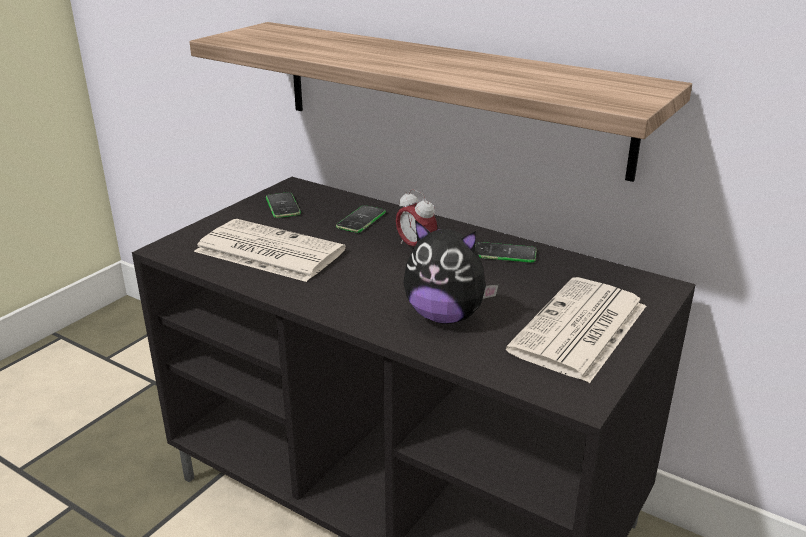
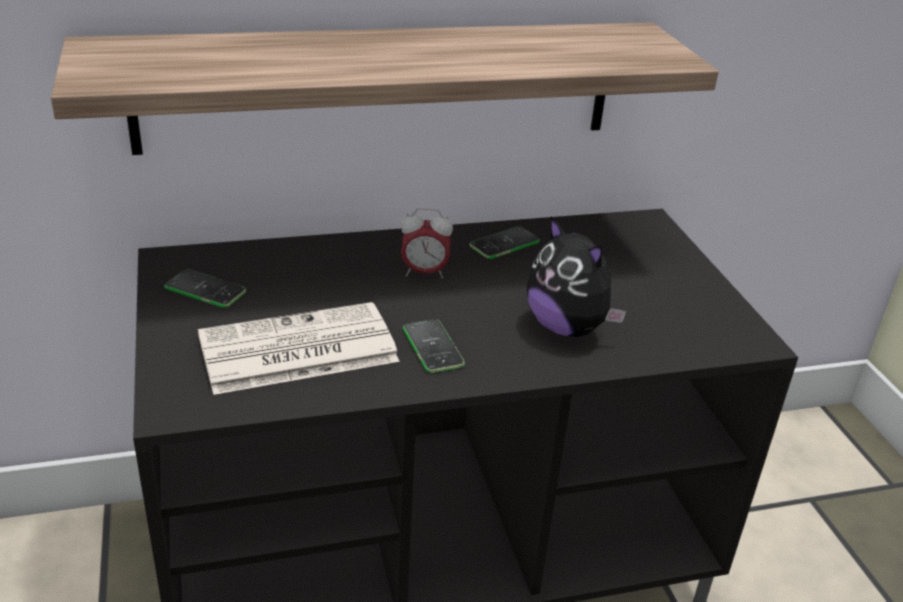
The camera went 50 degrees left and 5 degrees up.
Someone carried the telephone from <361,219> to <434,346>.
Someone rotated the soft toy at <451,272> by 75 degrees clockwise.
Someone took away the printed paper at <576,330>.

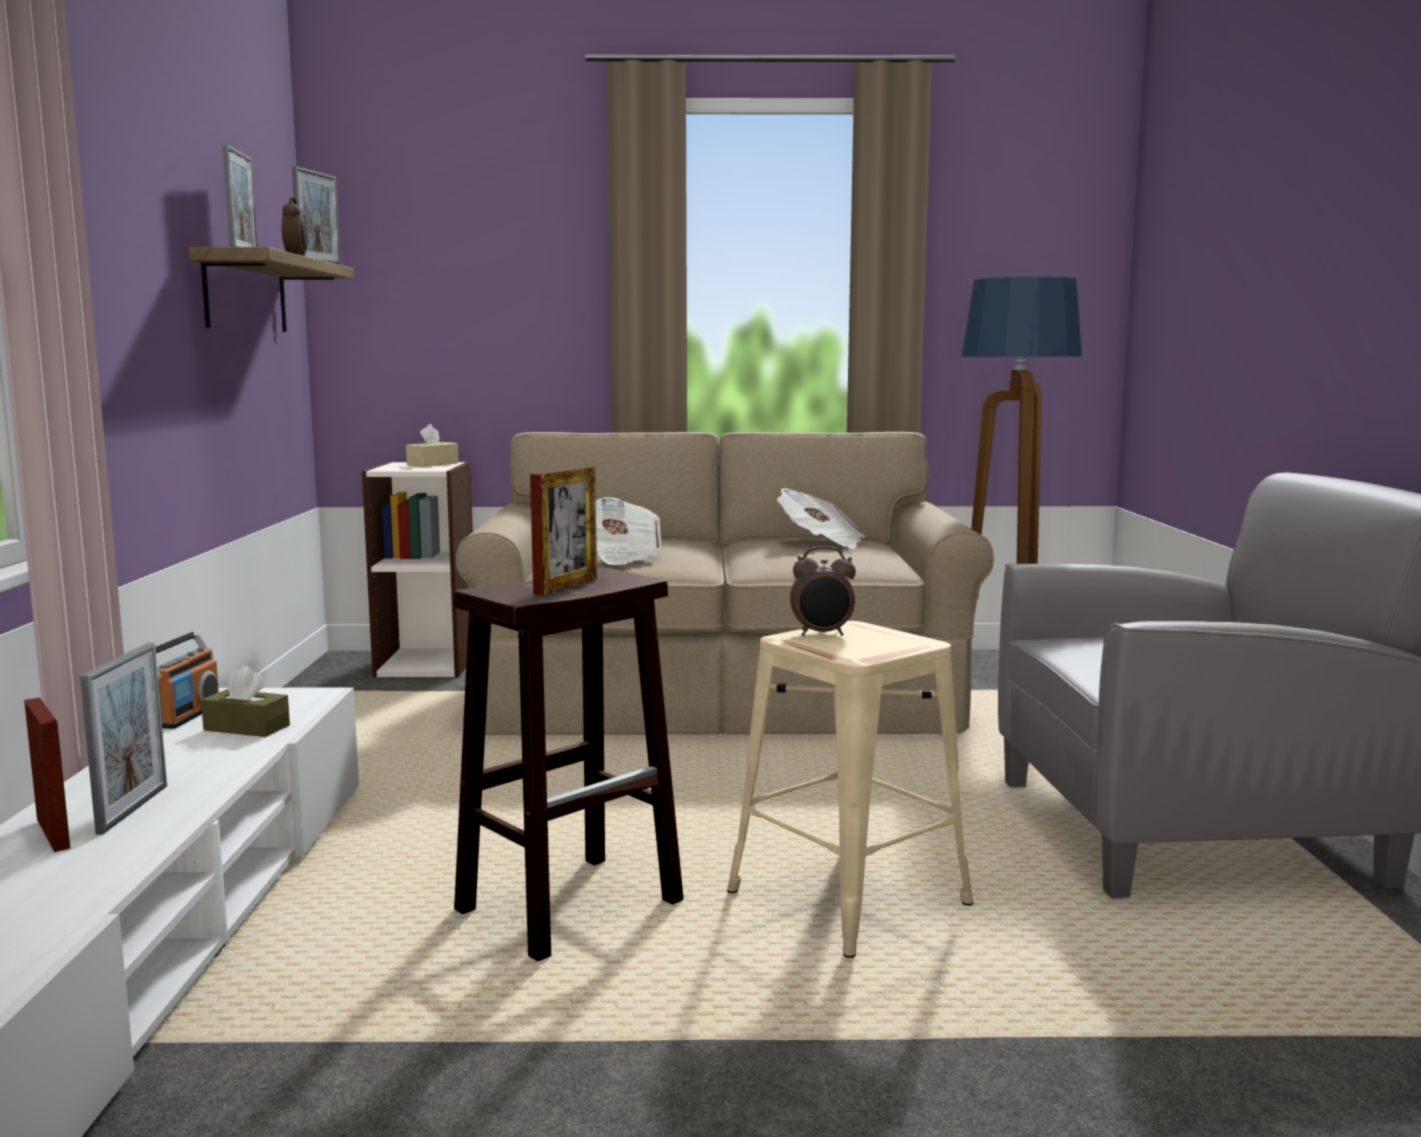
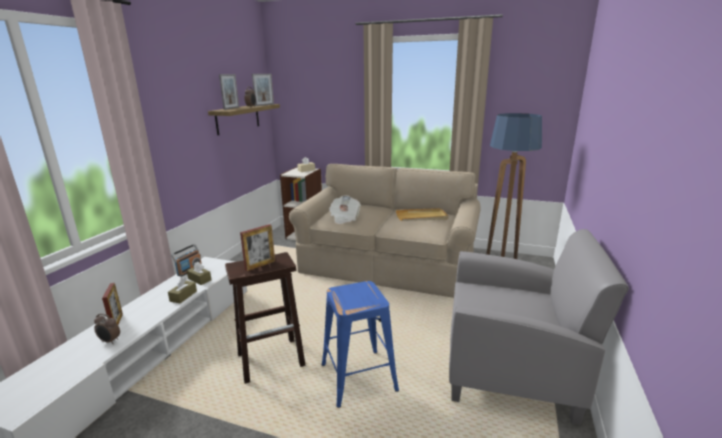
The camera went 20 degrees right and 10 degrees up.
Someone took away the picture frame at <123,738>.
Someone repainted the stool in beige-coloured at <850,789>, which became the stool in blue at <360,344>.
Someone swapped the printed paper at <821,518> for the tray in beige-coloured at <422,214>.
Someone carried the table clock from <823,591> to <107,328>.
Someone put down the box of tissues in brownish at <182,290>.

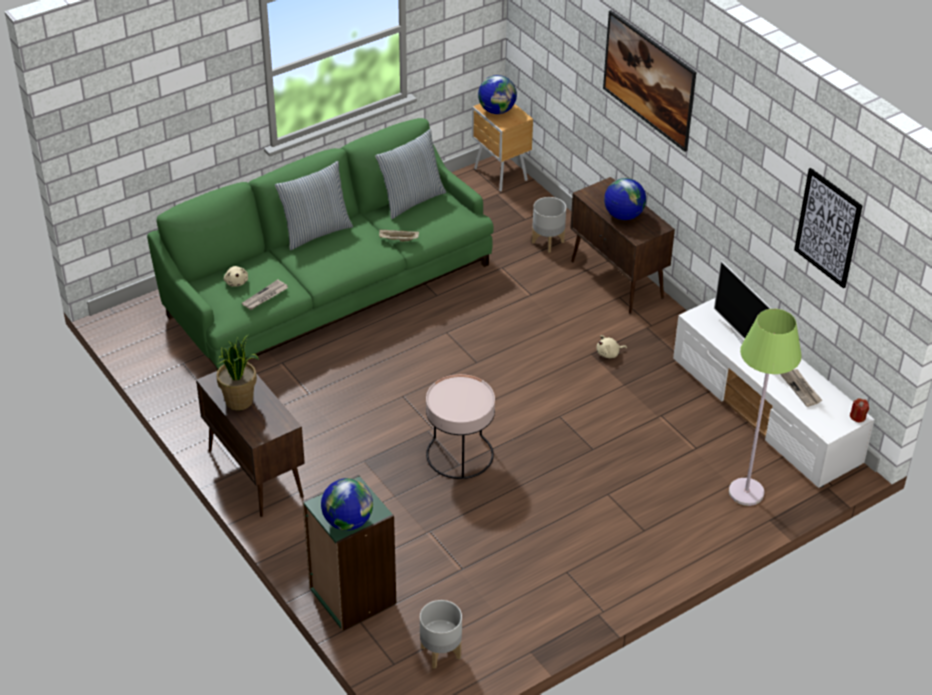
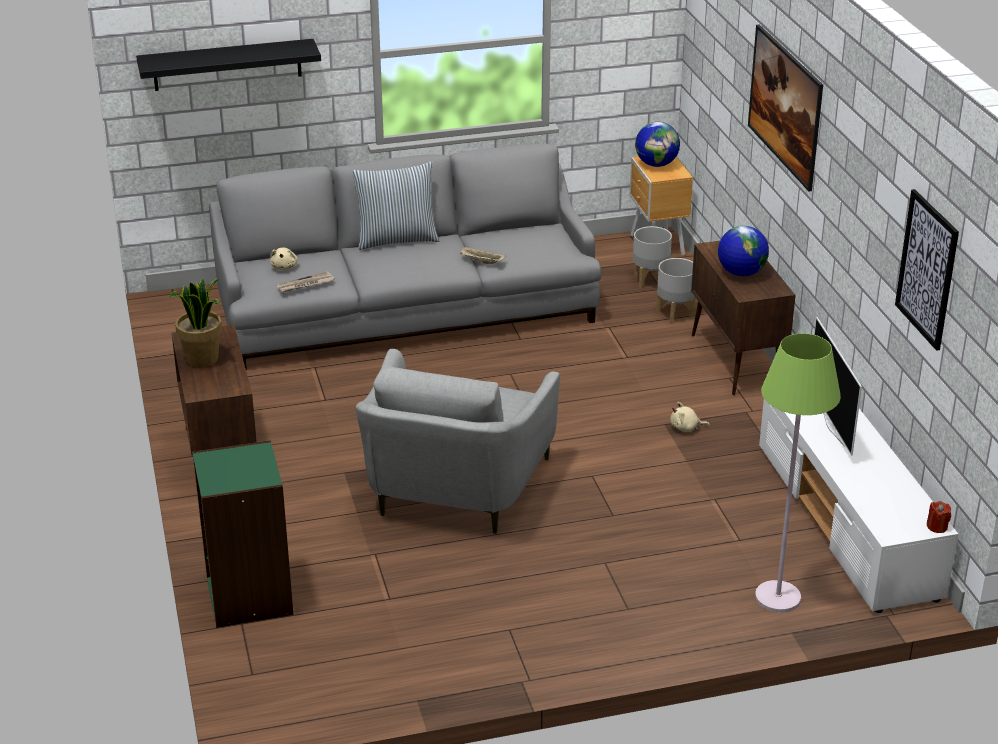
The camera went 20 degrees right and 10 degrees down.
Someone repainted the settee in green-coloured at <320,244>, which became the settee in grey at <405,257>.
Someone took away the globe at <347,504>.
Someone took away the throw pillow at <410,174>.
Someone carried the planter in grey from <441,634> to <652,257>.
Someone swapped the accent table in pinkish at <460,426> for the lounge chair in grey at <457,441>.
Someone took away the printed paper at <801,388>.
Someone put up the wall shelf in black-coloured at <228,65>.

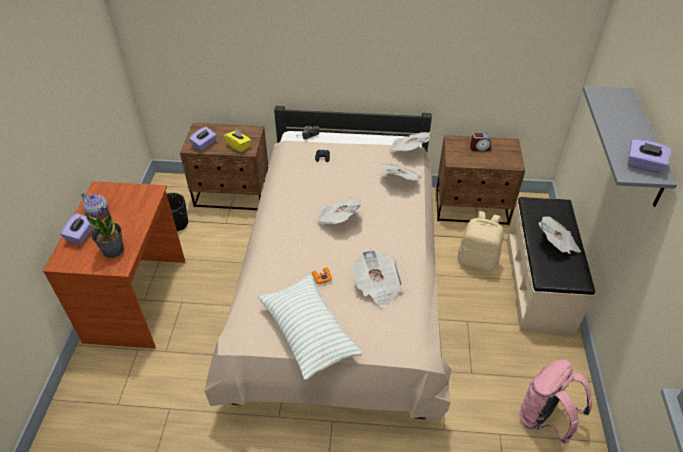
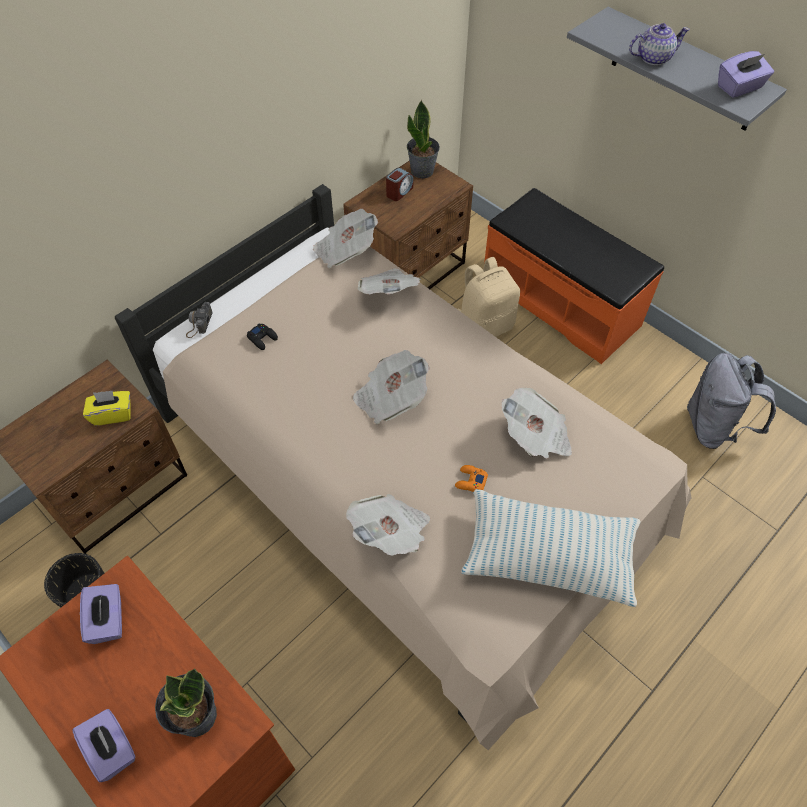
The camera went 50 degrees left and 10 degrees up.
Someone carried the teapot from <94,205> to <659,44>.
Someone carried the box of tissues in purple from <202,139> to <101,614>.
Someone repainted the indoor bench in beige-coloured at <550,265>, which became the indoor bench in orange-coloured at <574,276>.
Someone repainted the knapsack in pinkish at <556,402>, which became the knapsack in grey at <731,401>.
Someone carried the printed paper from <560,235> to <388,525>.
Someone put down the houseplant at <423,139>.

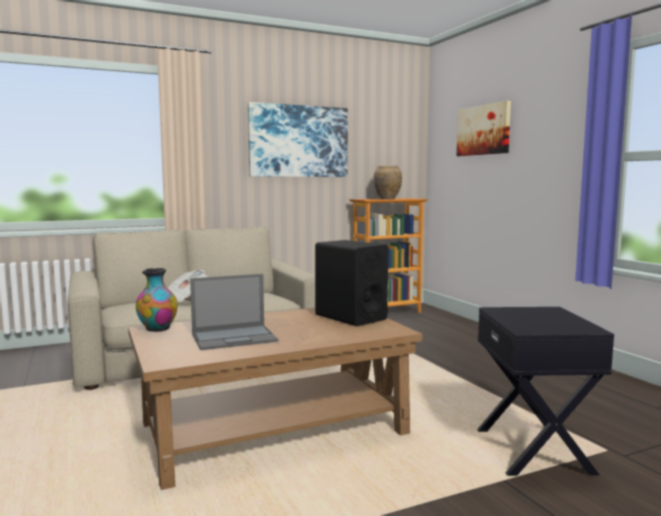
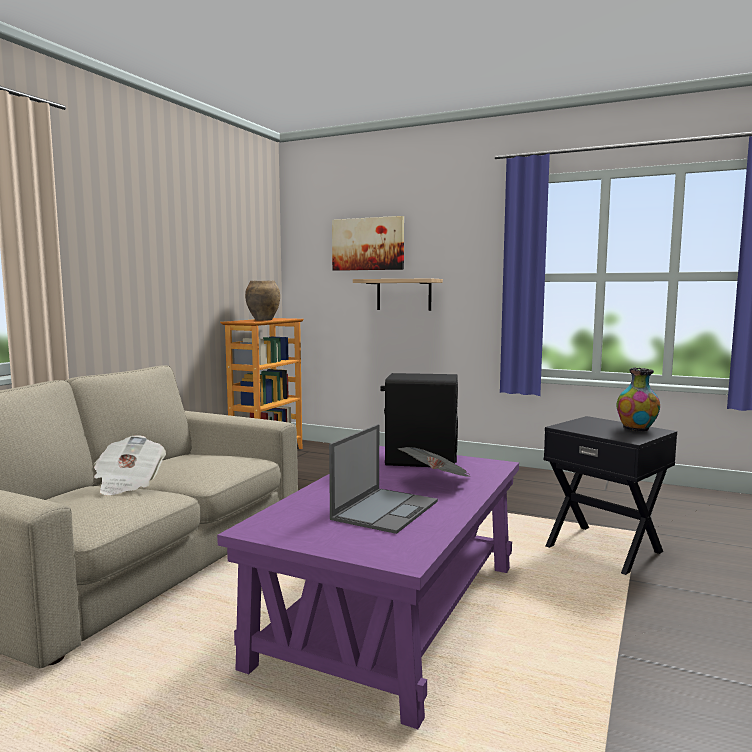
The camera went 40 degrees left and 0 degrees up.
Someone repainted the lounge table in brownish at <275,399>, which became the lounge table in purple at <368,587>.
Someone carried the flower vase from <157,300> to <638,399>.
Someone took away the picture at <298,139>.
Someone put up the wall shelf at <398,294>.
Someone put down the printed paper at <433,461>.

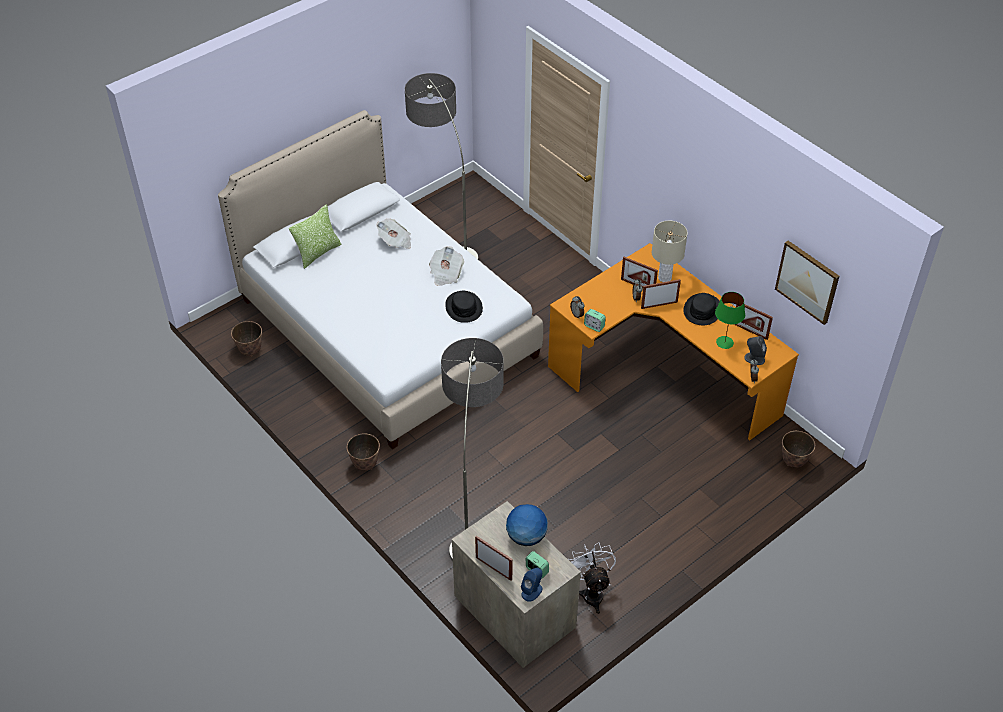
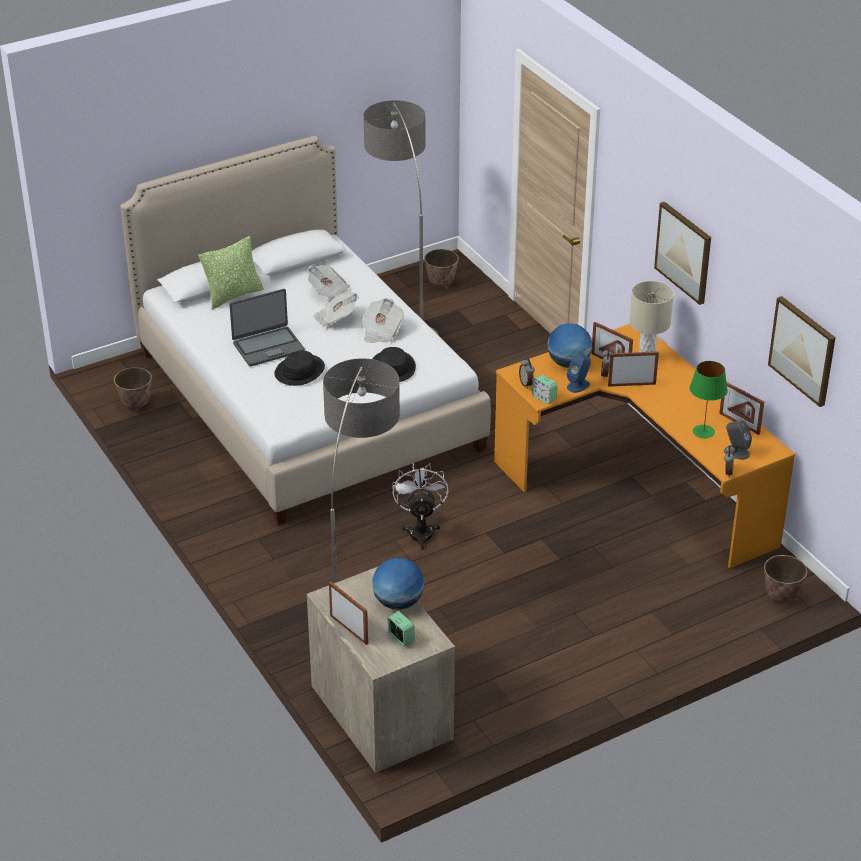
The camera went 10 degrees right and 10 degrees down.
Someone carried the planter from <363,452> to <441,269>.
Someone carried the speaker in blue from <531,584> to <579,373>.
Someone carried the cooling fan in whitish from <592,578> to <420,506>.
Someone carried the hat in black-coloured from <702,309> to <299,368>.
Someone put down the laptop at <267,327>.
Someone put down the printed paper at <336,309>.
Someone put down the globe at <570,345>.
Someone put up the picture at <682,253>.

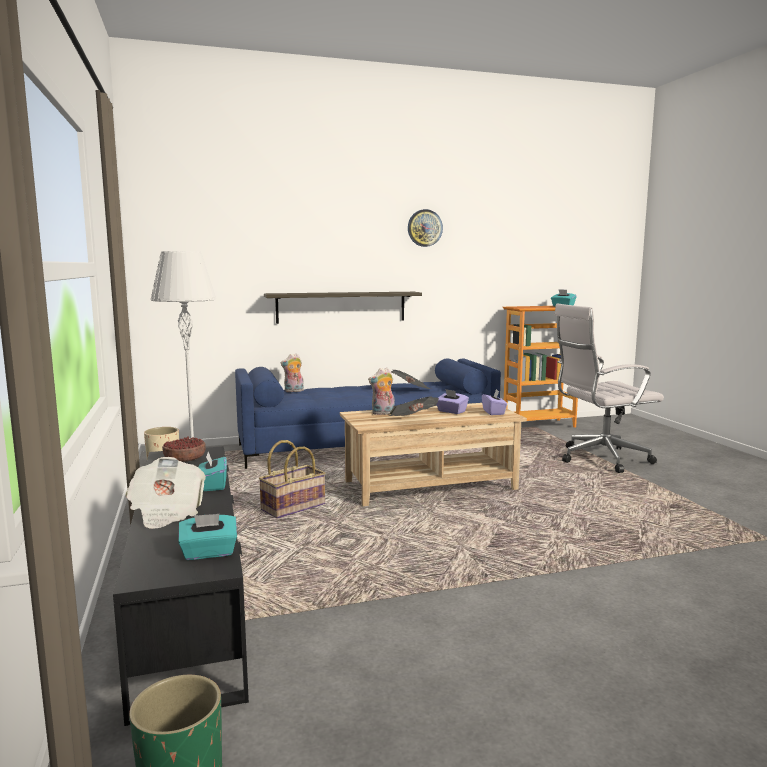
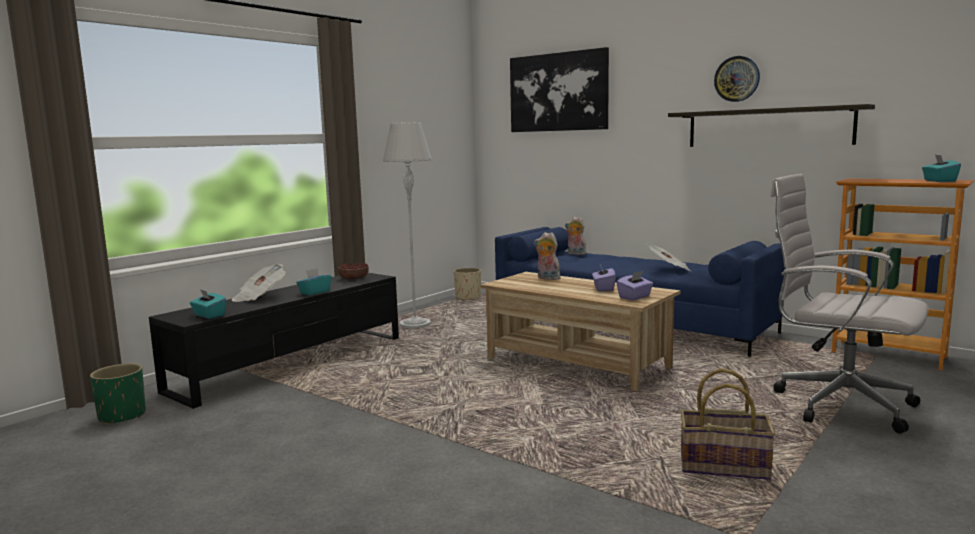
The camera went 55 degrees right and 0 degrees up.
Someone carried the household basket from <292,479> to <728,424>.
Someone carried the wall shelf from <343,308> to <771,125>.
Someone took away the printed paper at <414,406>.
Someone put up the picture at <559,89>.

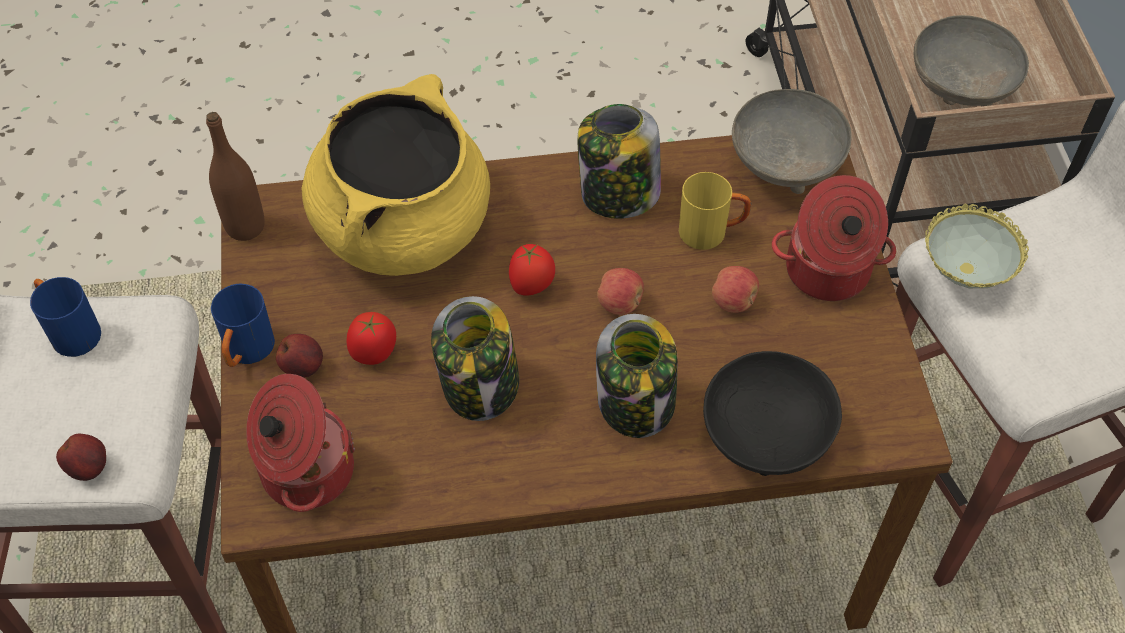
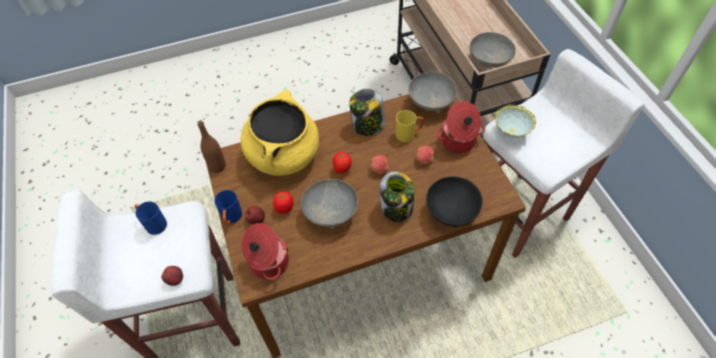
The camera went 10 degrees left and 0 degrees up.
Someone swapped the preserve jar at <475,358> for the bowl in grey at <329,204>.

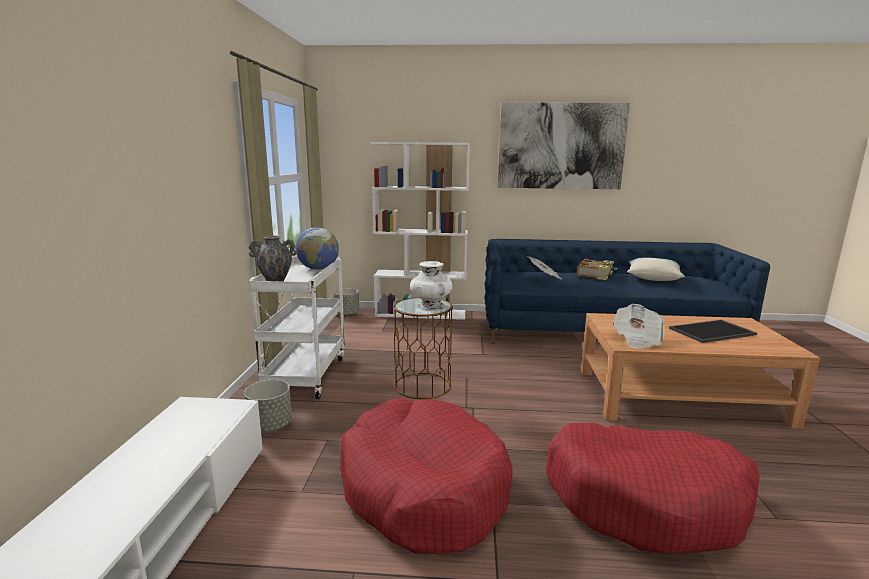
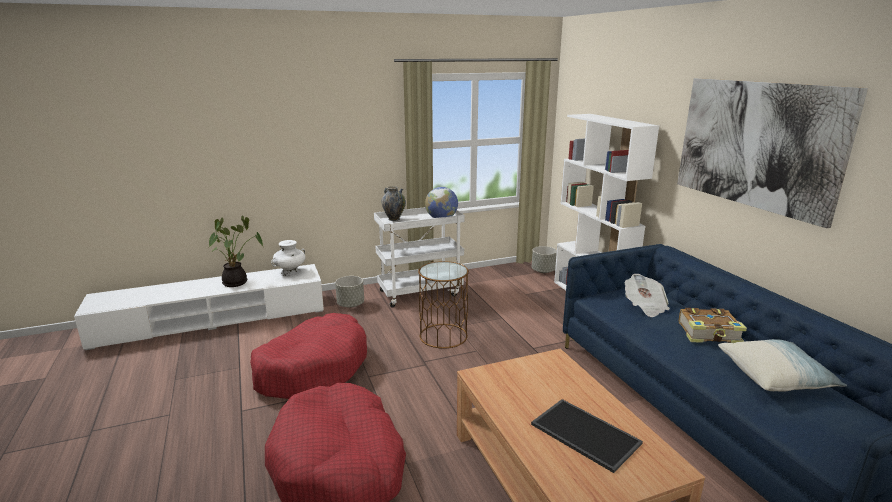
The camera went 65 degrees right and 5 degrees up.
Someone carried the flower vase in whitish from <431,286> to <288,258>.
Someone took away the printed paper at <639,326>.
Someone put down the houseplant at <236,251>.

